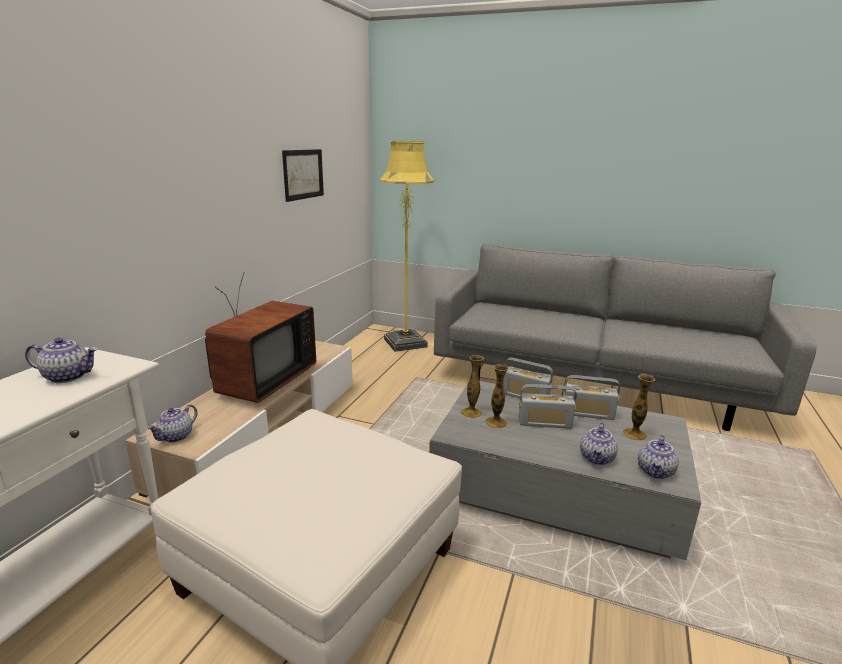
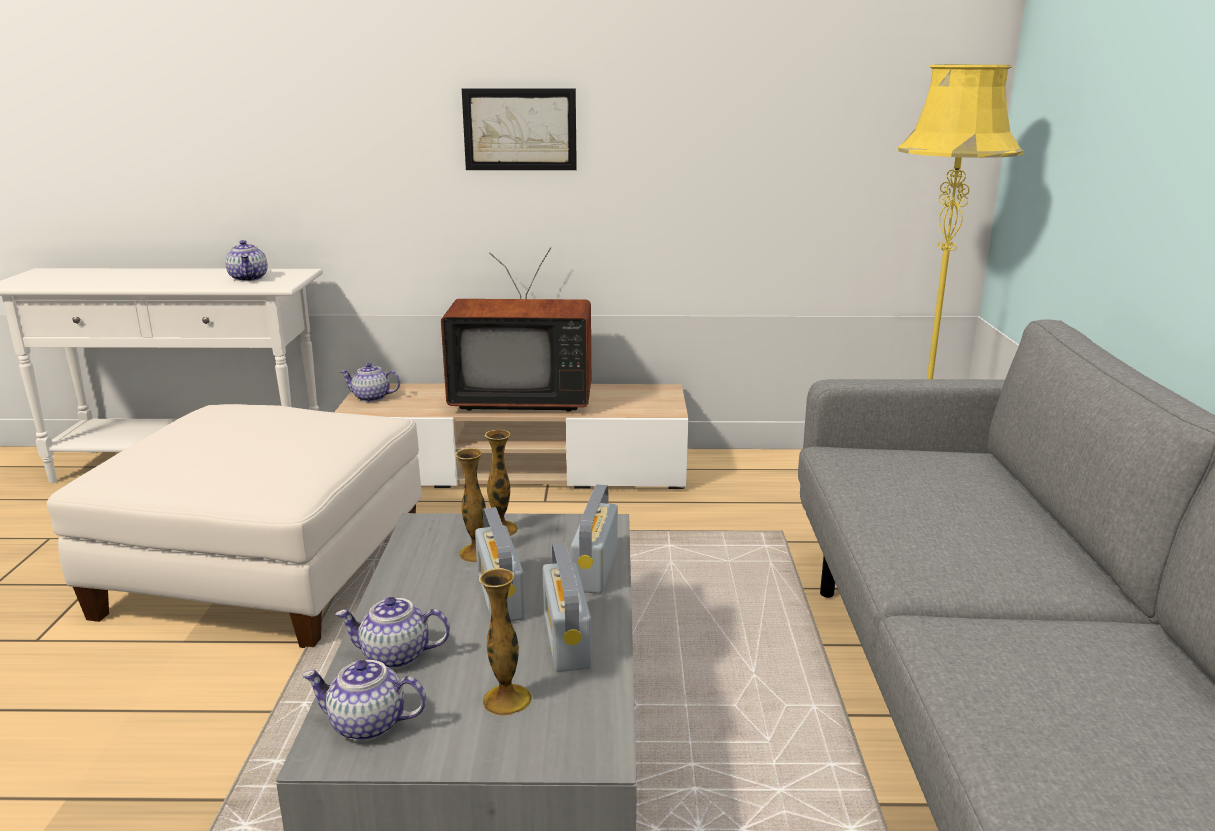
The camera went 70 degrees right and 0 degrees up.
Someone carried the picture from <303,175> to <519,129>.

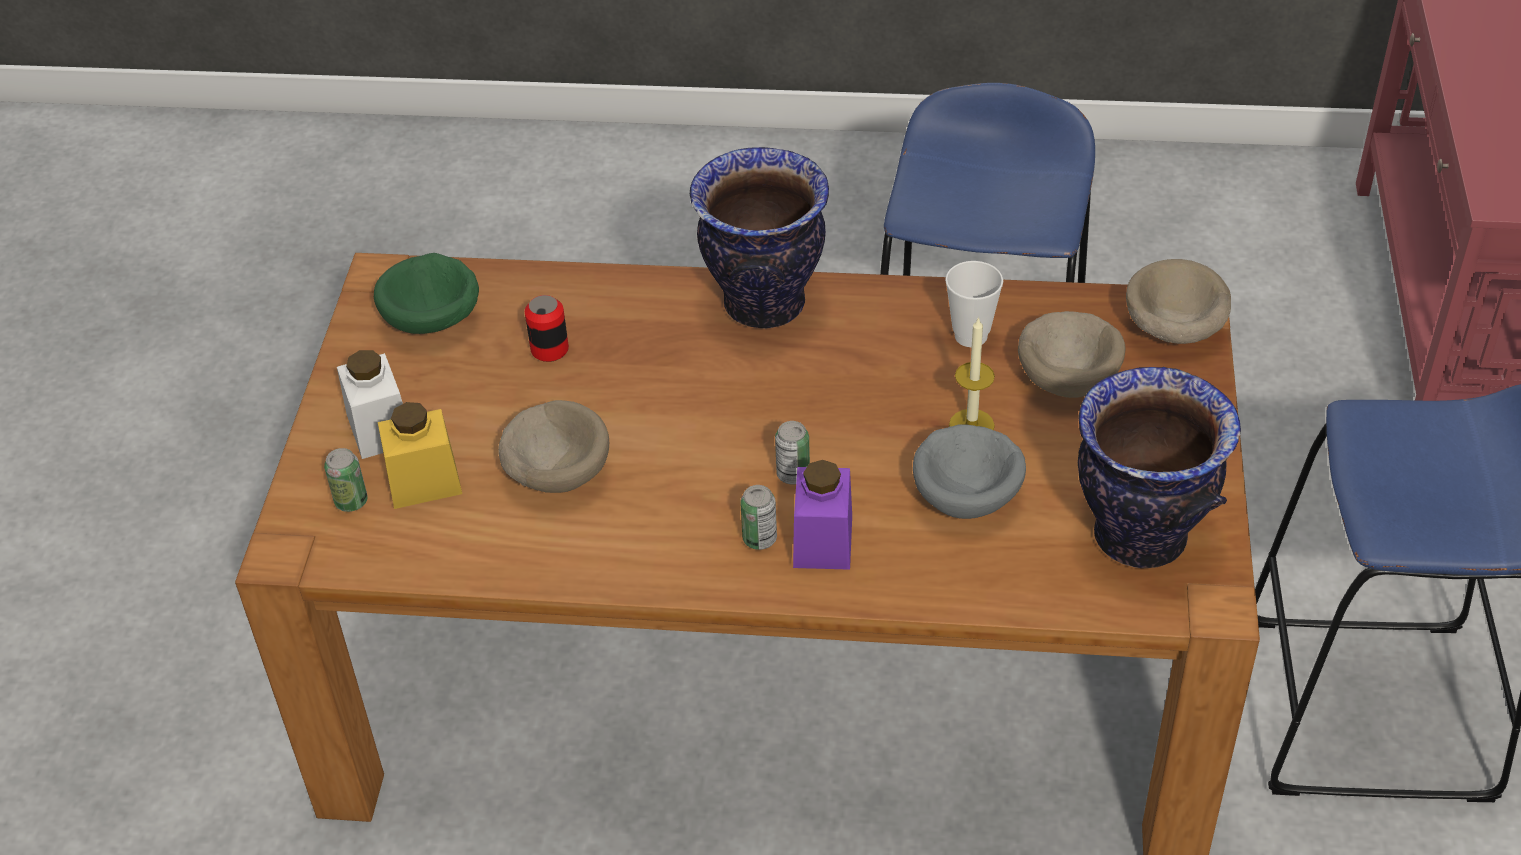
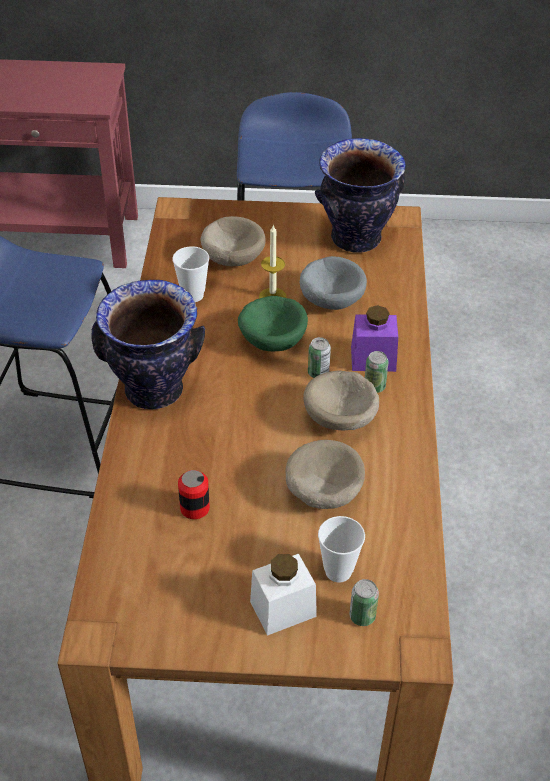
The camera went 95 degrees left and 0 degrees up.
Someone carried the bowl in green-coloured from <426,293> to <273,323>.
Someone swapped the preserve jar in yellow at <420,455> for the drinking cup at <341,549>.
Someone carried the bowl in beige-coloured from <1178,301> to <341,400>.

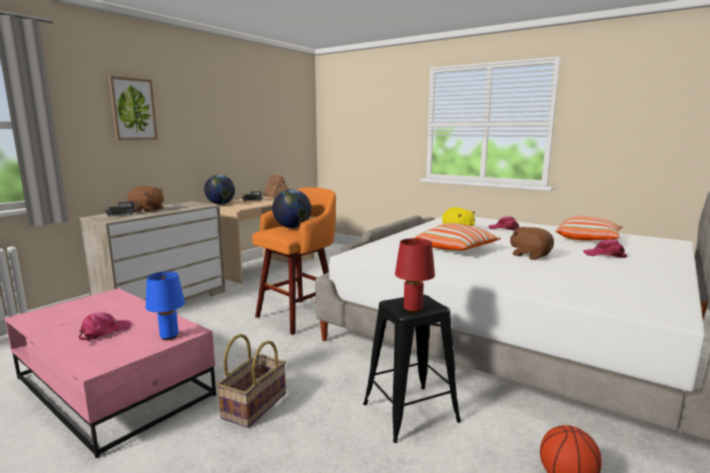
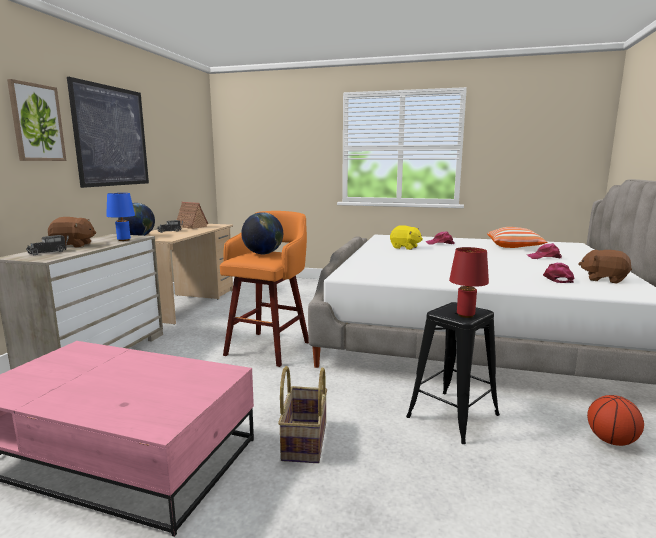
The camera went 20 degrees left and 0 degrees up.
Someone carried the baseball cap in pinkish from <105,326> to <558,273>.
Someone carried the table lamp in blue from <165,305> to <120,217>.
Someone took away the throw pillow at <458,237>.
Someone carried the soft toy in brownish from <532,243> to <605,266>.
Someone put up the picture at <108,132>.

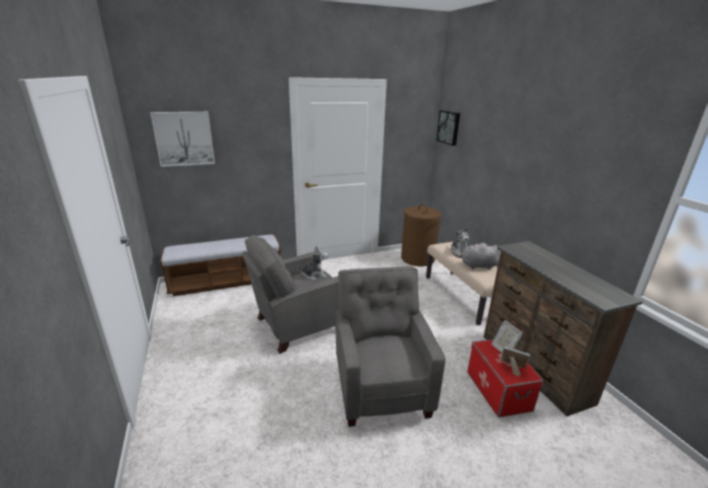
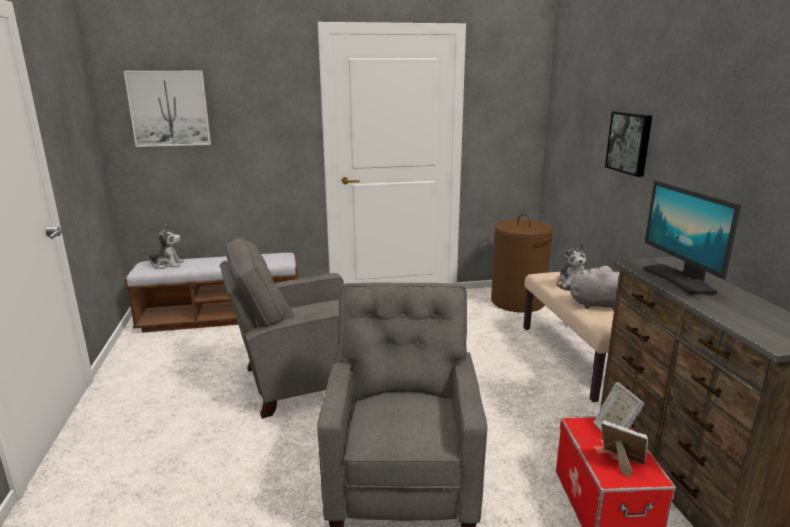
The camera went 10 degrees right and 5 degrees down.
Someone carried the soft toy from <312,262> to <163,247>.
Someone carried the picture from <448,128> to <628,144>.
Someone put down the monitor at <692,237>.

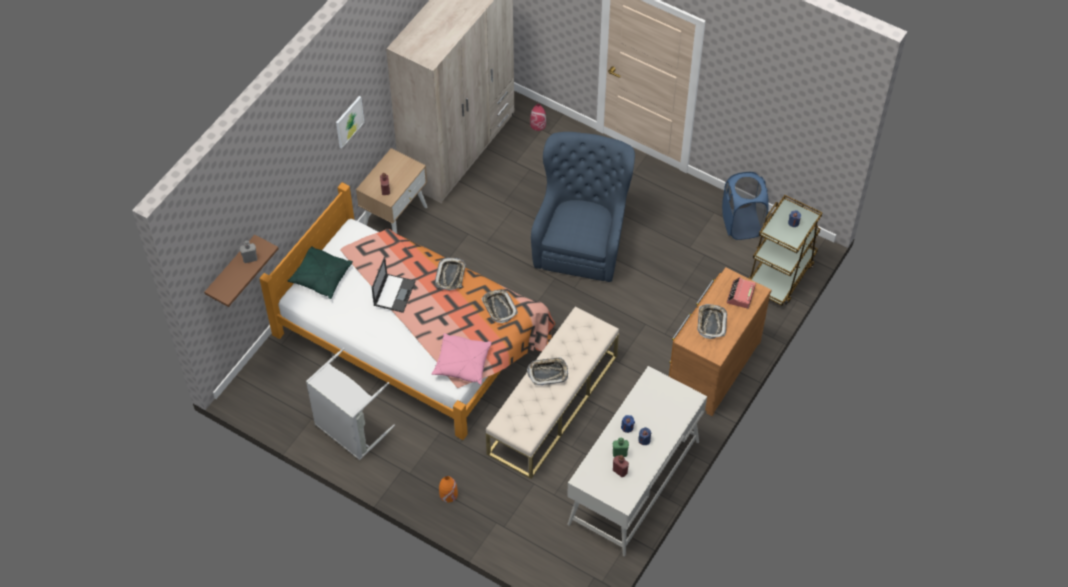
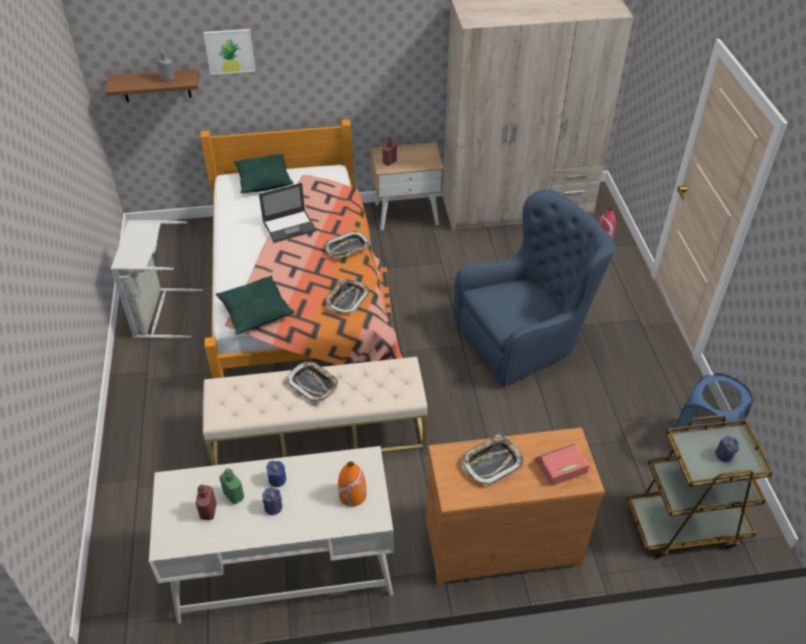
The camera went 50 degrees right and 10 degrees down.
Someone carried the picture from <350,122> to <229,52>.
Someone repainted the throw pillow in pinkish at <461,359>, which became the throw pillow in green-coloured at <255,305>.
Someone carried the flower vase in orange-coloured from <448,489> to <352,484>.

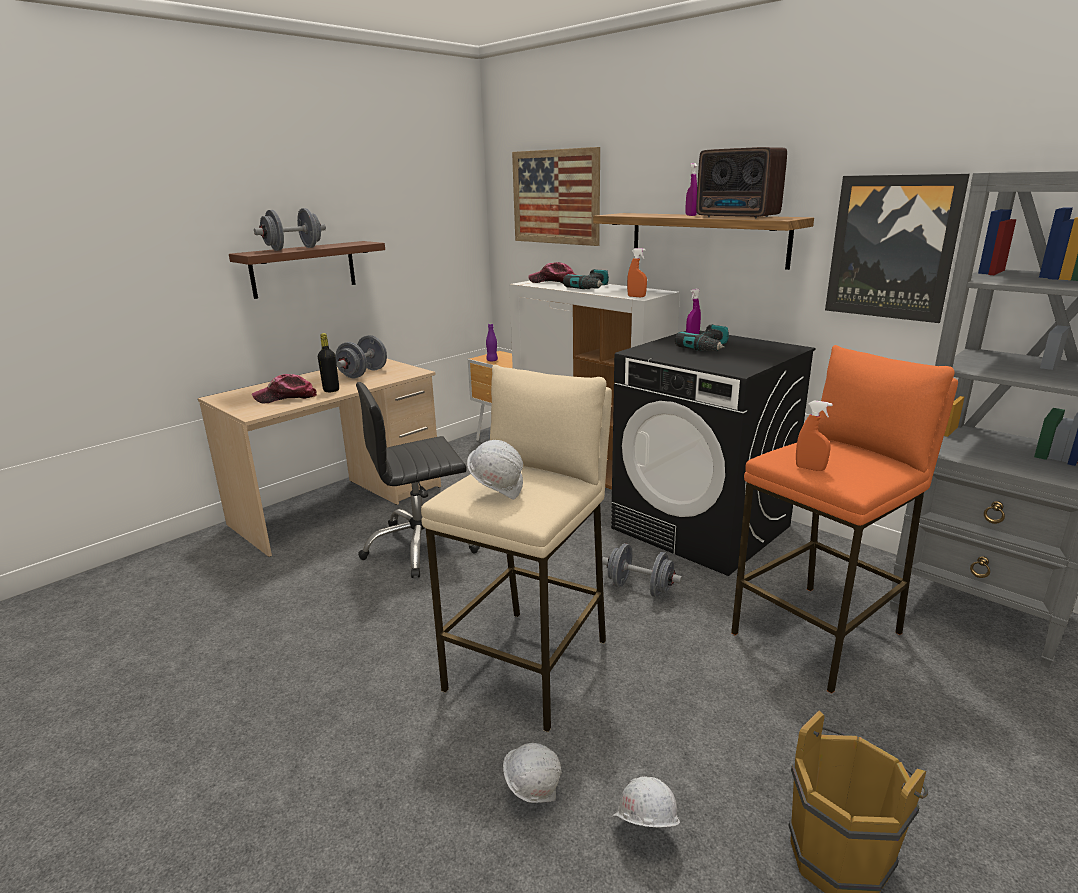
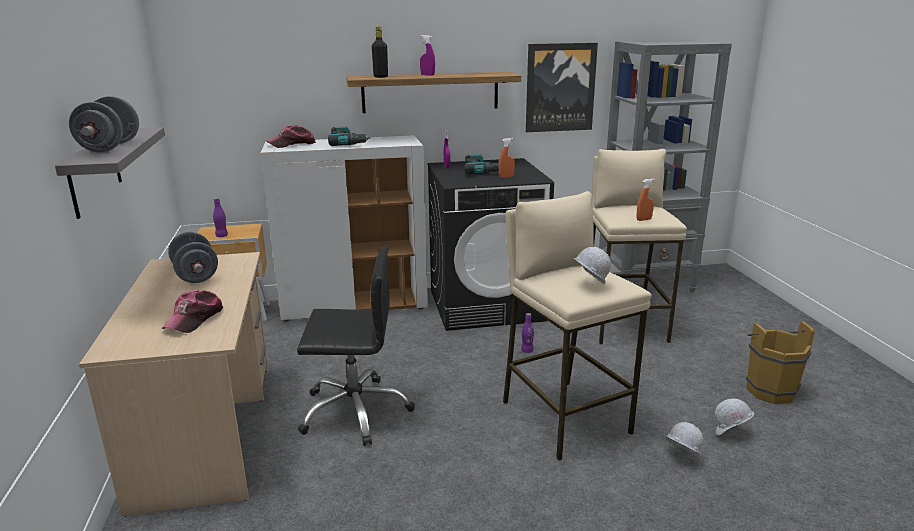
The camera went 55 degrees left and 0 degrees up.
Someone repainted the wall shelf in brownish at <307,270>, which became the wall shelf in grey at <110,173>.
Someone carried the drink bottle in black-coloured from <328,362> to <380,52>.
Someone rotated the desk chair in black-coloured at <418,480> by 105 degrees counterclockwise.
Someone took away the picture at <556,196>.
Someone swapped the free weight in grey at <642,570> for the drink bottle in purple at <527,333>.
Someone carried the spray bottle in orange-coloured from <637,272> to <507,158>.
Someone took away the radio set at <741,182>.
Someone repainted the stool in orange-coloured at <844,519>, which became the stool in beige-coloured at <639,247>.

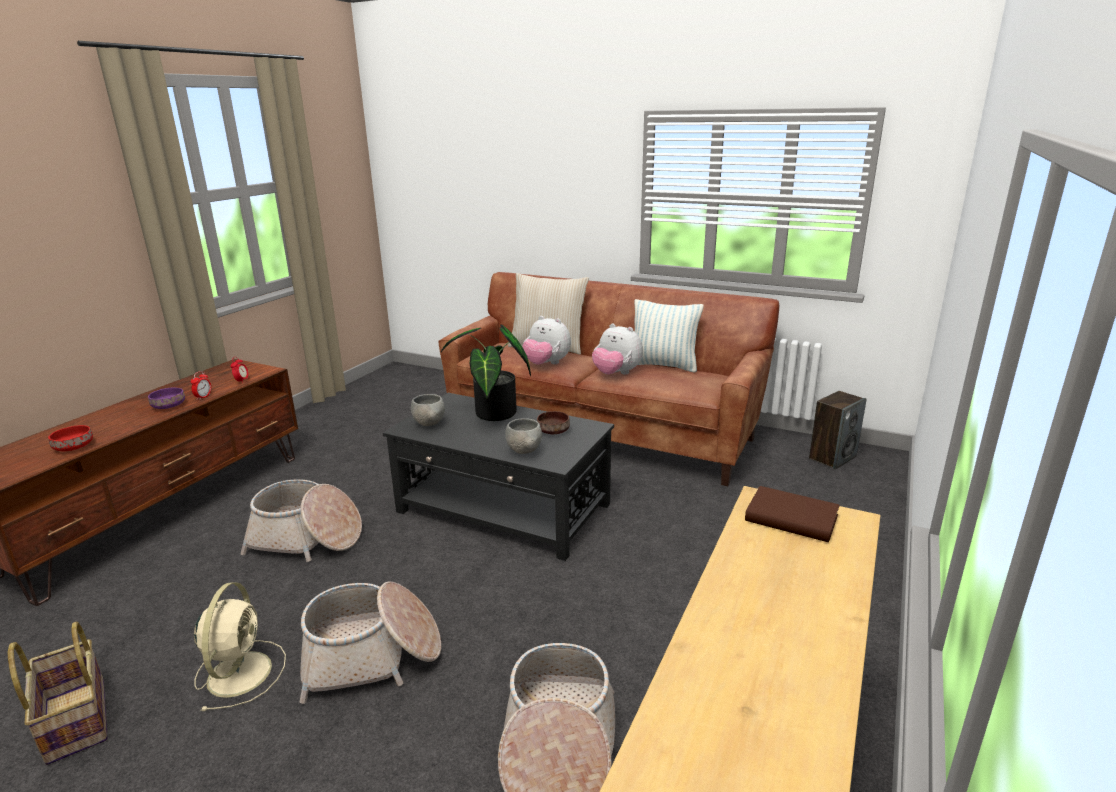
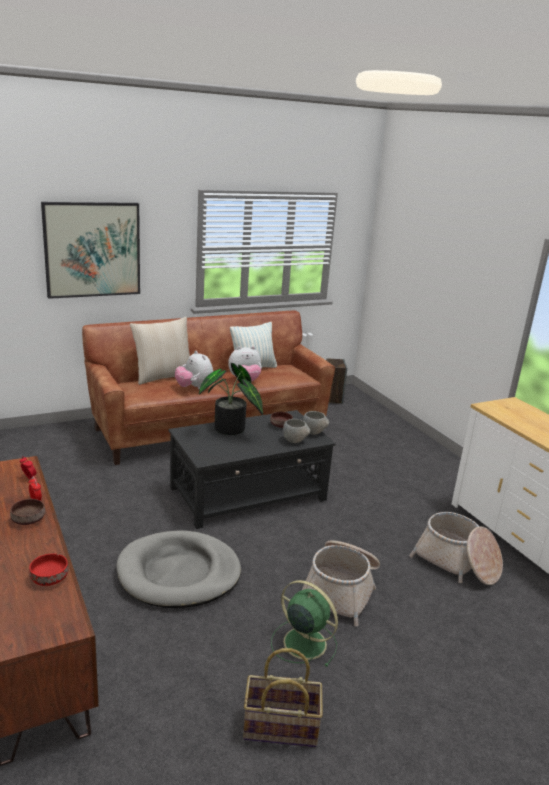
The camera went 55 degrees left and 0 degrees up.
Someone repainted the bowl in purple at <166,398>, which became the bowl in brownish at <27,512>.
Someone repainted the cooling fan in beige-coloured at <240,646>, which became the cooling fan in green-coloured at <304,623>.
Someone swapped the household basket at <301,520> for the pet bed in grey at <178,569>.
Someone carried the bowl in grey from <428,410> to <316,423>.
Someone rotated the soft toy at <546,340> by 75 degrees clockwise.
Someone took away the bound book in brownish at <792,514>.
Someone put up the picture at <90,250>.

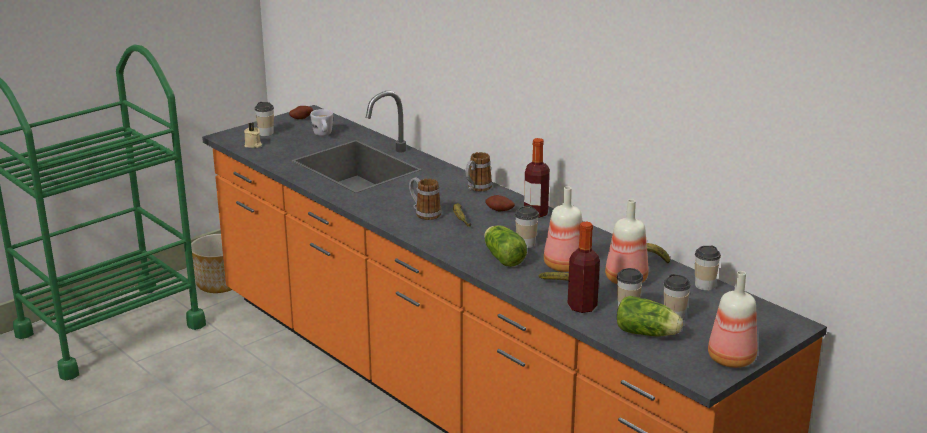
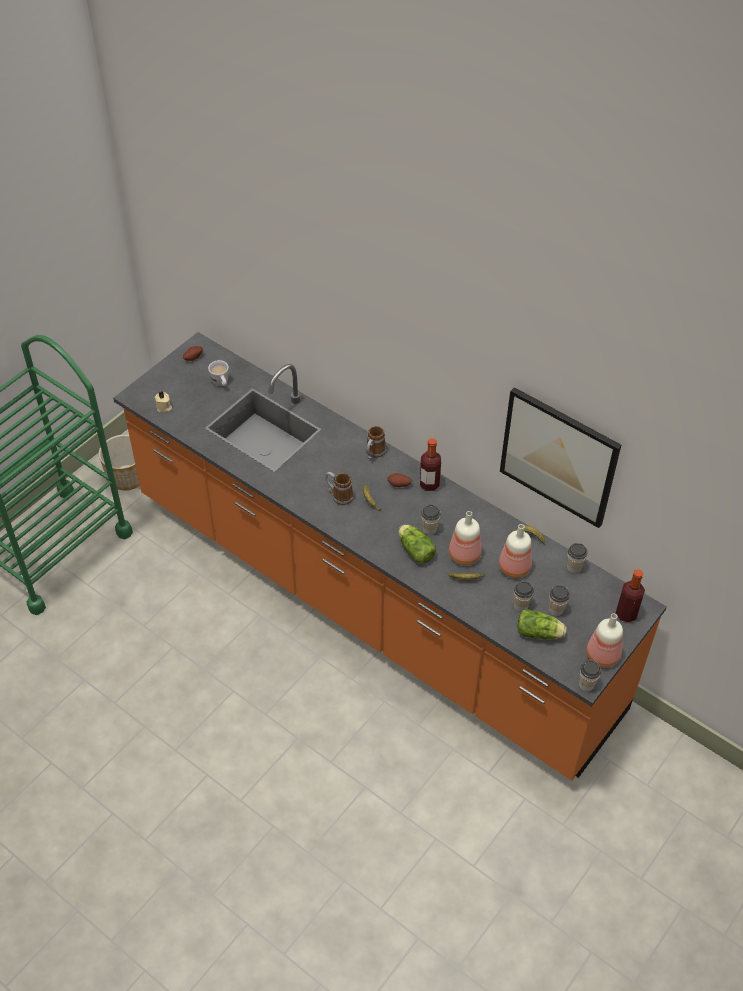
The camera went 10 degrees left and 25 degrees up.
Someone carried the drinking cup from <264,119> to <590,676>.
Someone carried the drink bottle from <584,267> to <630,596>.
Someone put up the picture at <560,457>.

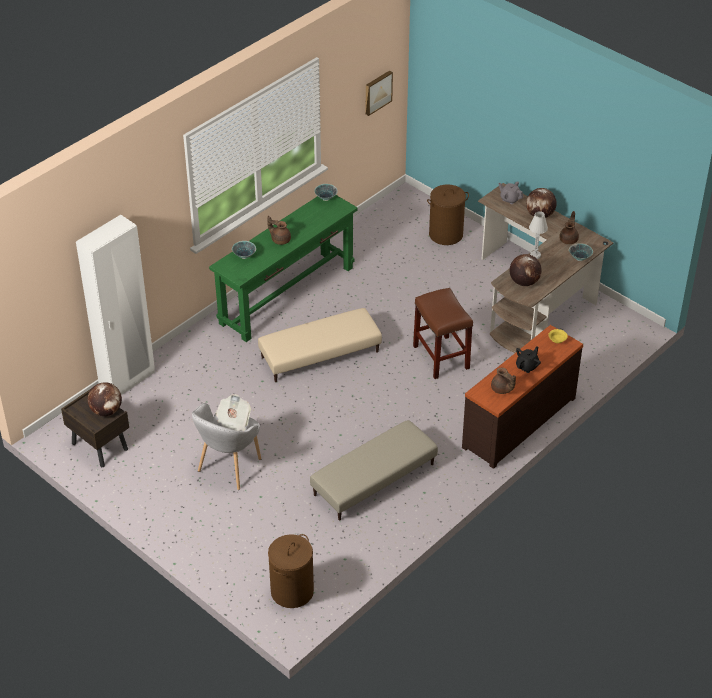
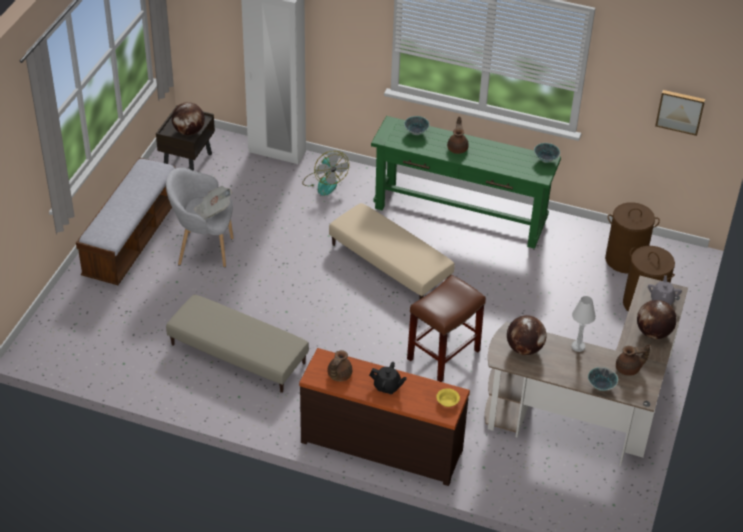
The camera went 65 degrees right and 0 degrees up.
Someone carried the laundry basket in brownish from <291,571> to <632,237>.
Someone put down the indoor bench at <125,221>.
Someone put down the cooling fan at <325,173>.

